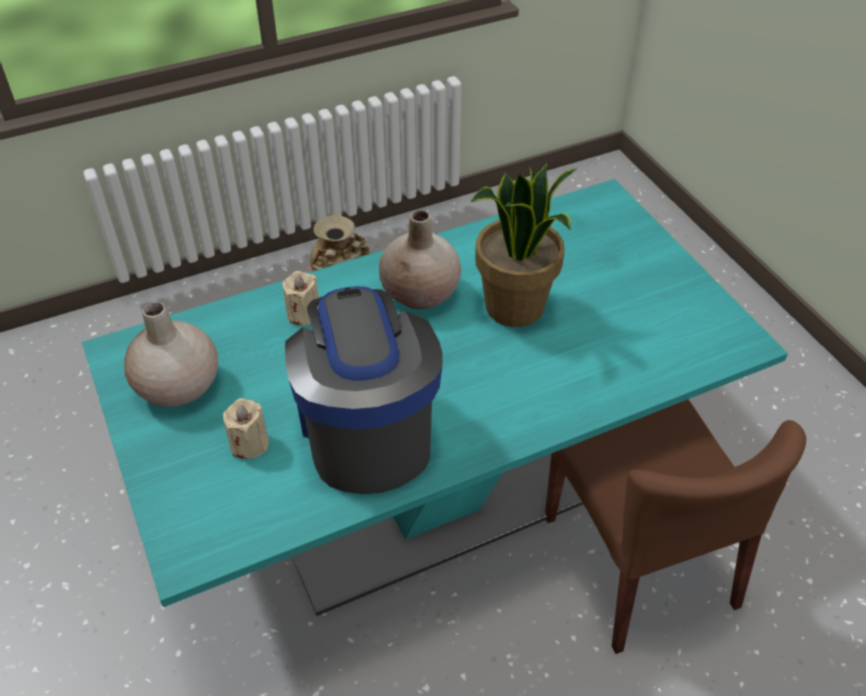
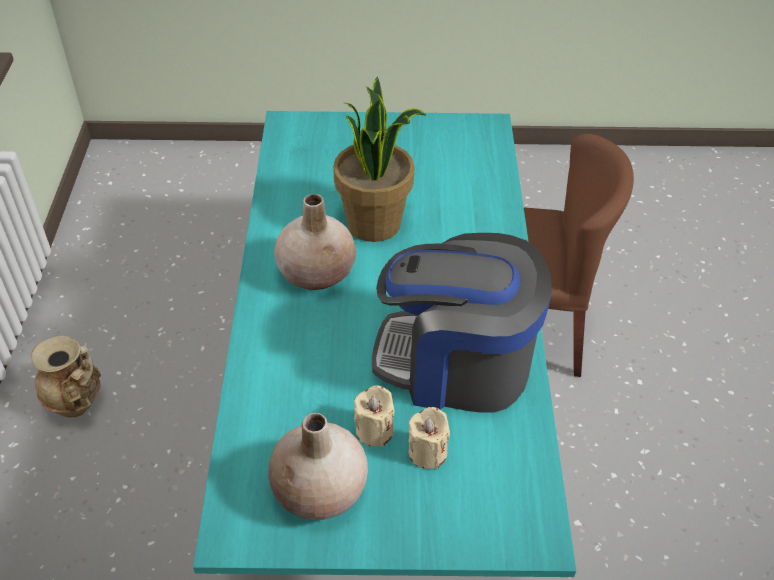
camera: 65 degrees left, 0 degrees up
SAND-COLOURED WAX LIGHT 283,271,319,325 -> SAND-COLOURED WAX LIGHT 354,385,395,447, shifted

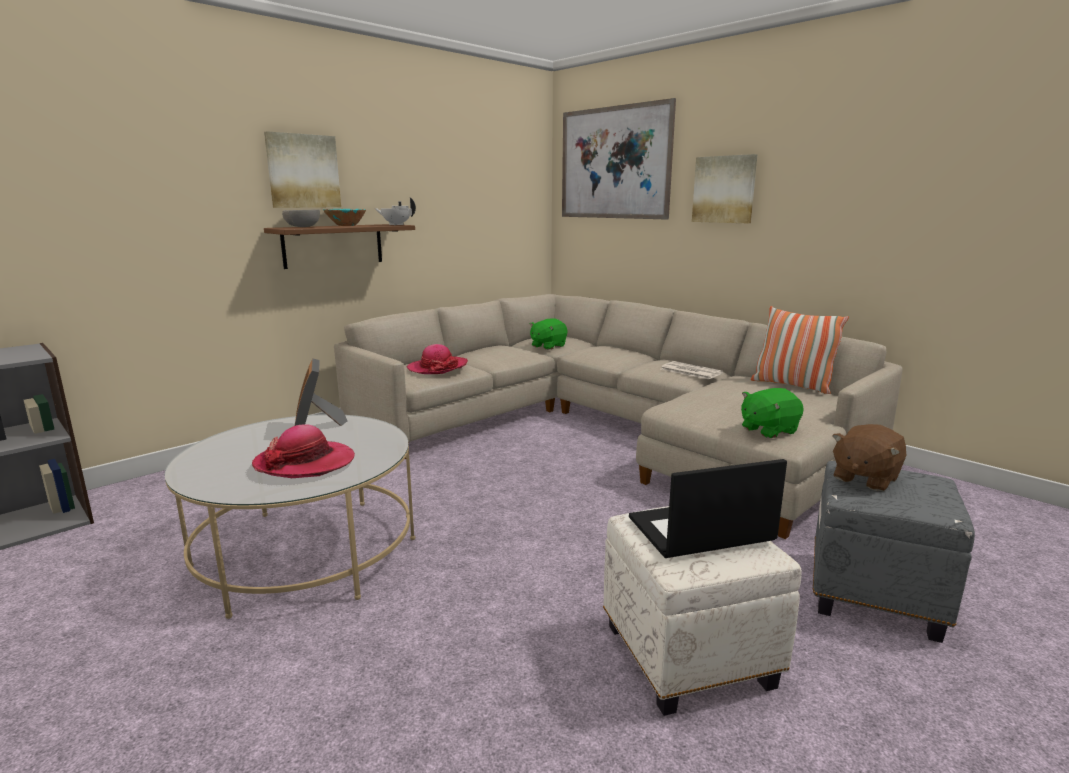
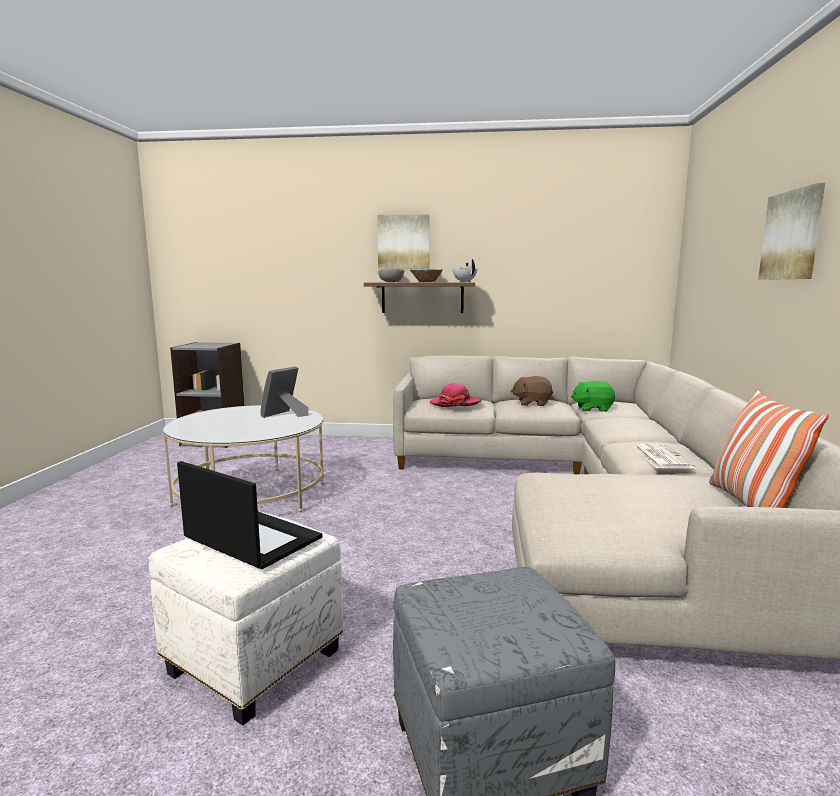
camera: 50 degrees right, 5 degrees down
WALL ART 562,98,676,220 -> none
GREEN PLUSH TOY 741,388,804,438 -> none
CLOTHING HAT 252,424,355,478 -> none
BROWN PLUSH TOY 832,424,906,491 -> BROWN PLUSH TOY 511,376,553,406, shifted

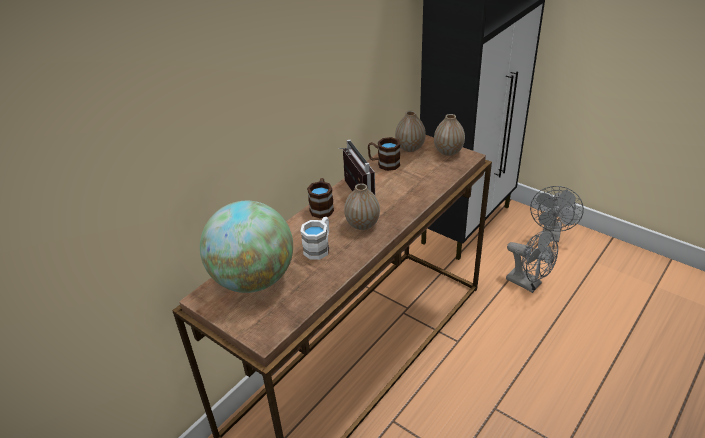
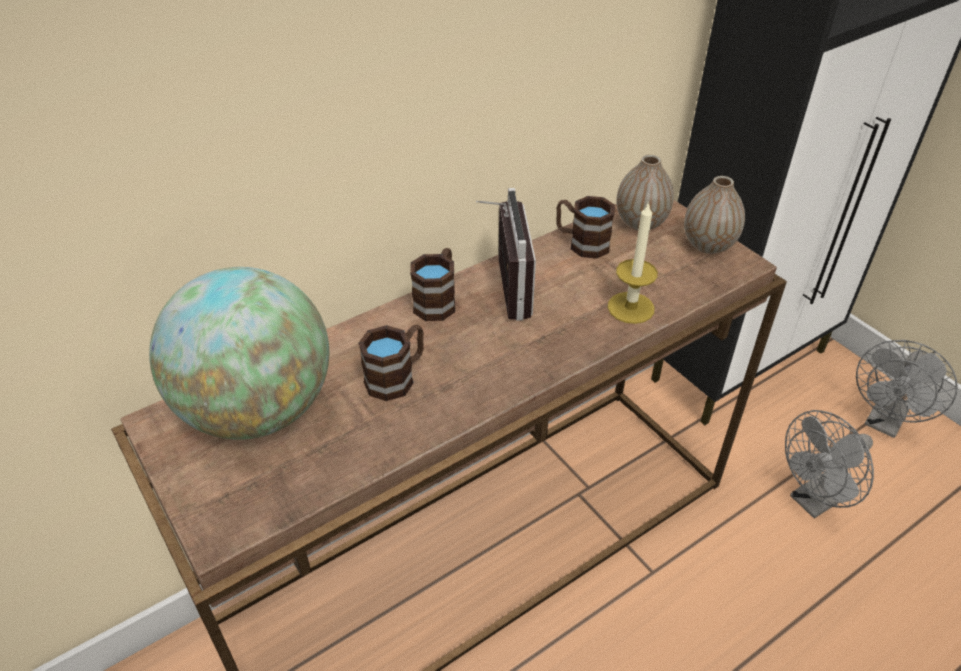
camera: 15 degrees right, 5 degrees up
FLOWER VASE 344,183,380,230 -> none
WHITE TEA MUG 300,217,329,260 -> BROWN TEA MUG 358,324,424,401
GREY ELECTRIC FAN 506,229,558,293 -> GREY ELECTRIC FAN 785,410,874,518, 90 degrees clockwise
none -> WAX LIGHT 608,202,658,324

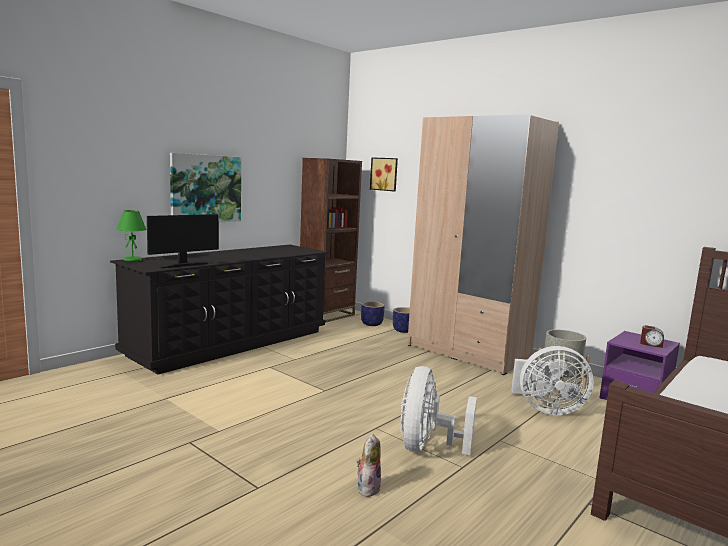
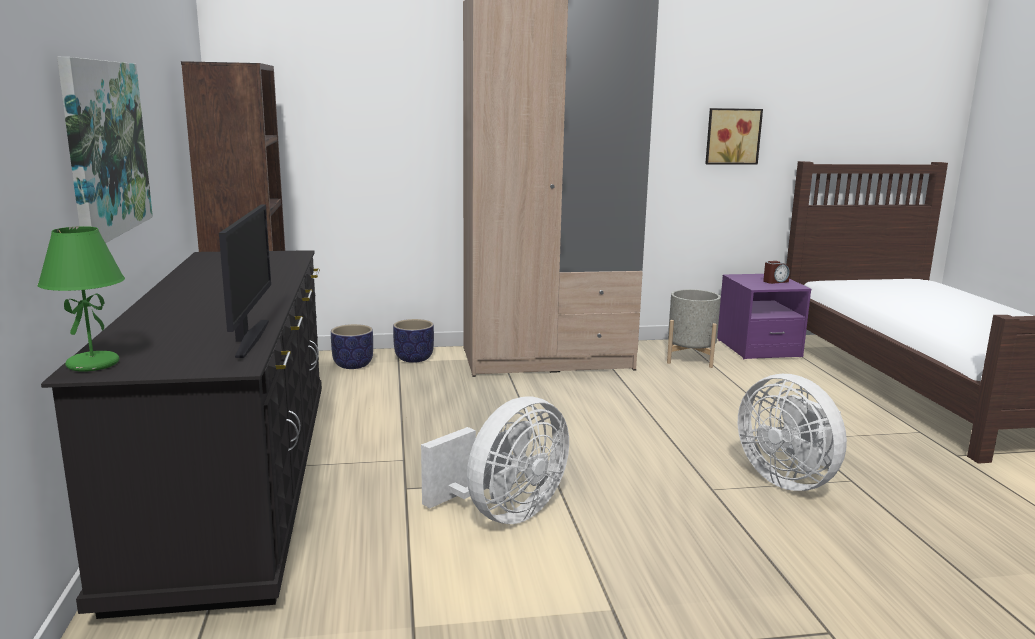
camera: 50 degrees left, 5 degrees up
WALL ART 370,157,398,192 -> WALL ART 705,108,763,165, shifted
WHITE ELECTRIC FAN 511,346,594,415 -> WHITE ELECTRIC FAN 421,397,569,524, shifted
PLUSH TOY 356,434,381,497 -> none

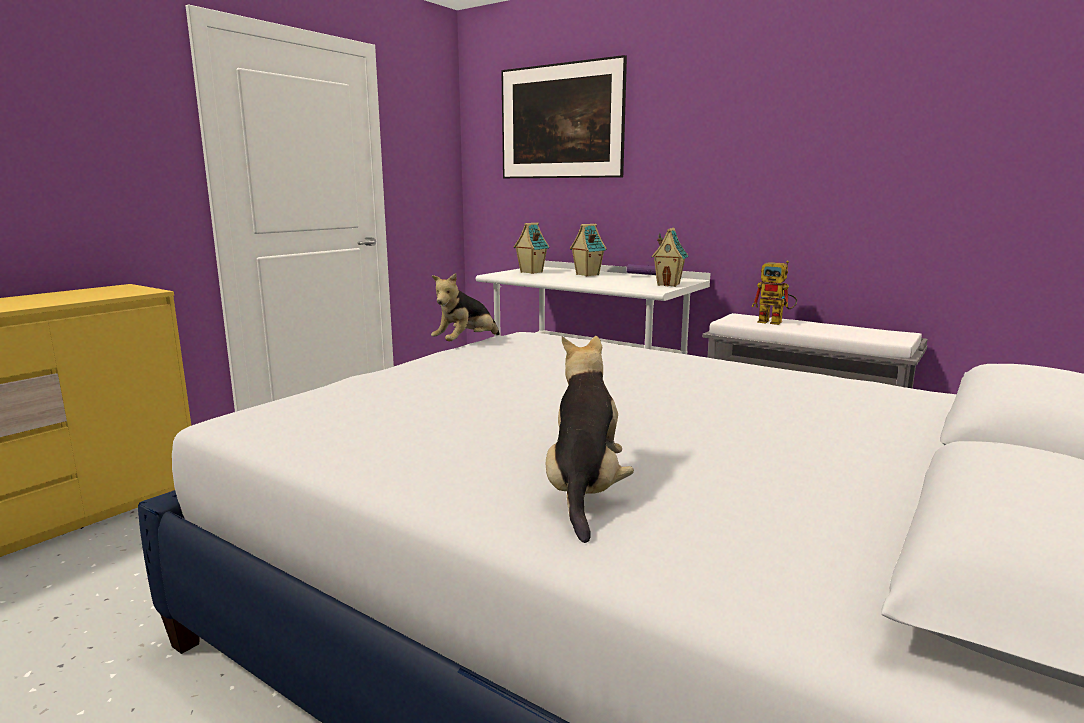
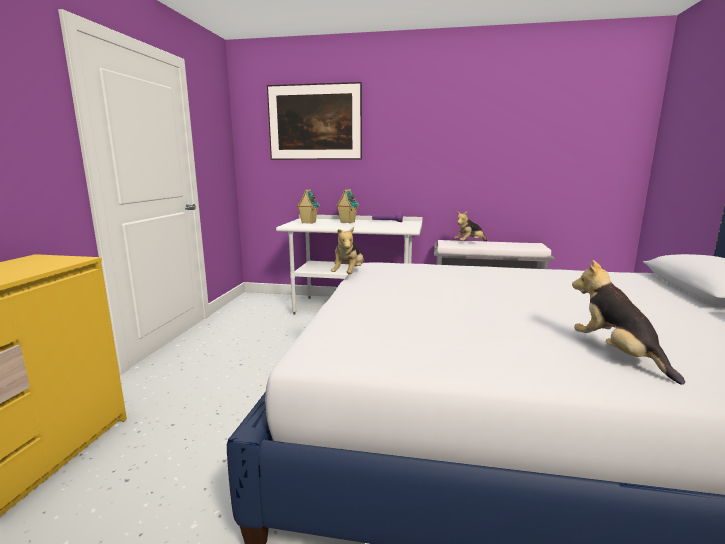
camera: 25 degrees left, 0 degrees up
MINIATURE HOUSE 651,228,689,287 -> none
ROBOT FIGURE 752,261,797,325 -> PLUSH TOY 454,211,487,241

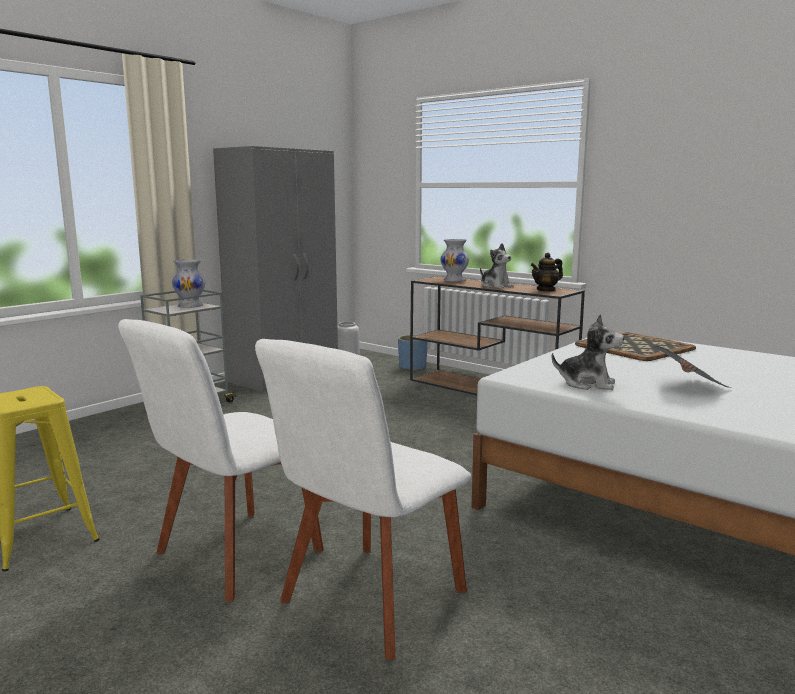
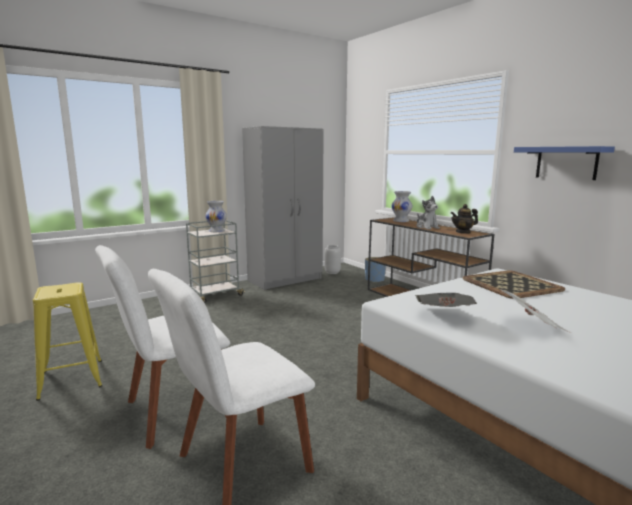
camera: 15 degrees right, 0 degrees up
PLUSH TOY 551,314,624,390 -> DAILY PAPER 415,293,477,307
none -> BLUE WALL SHELF 514,146,615,180

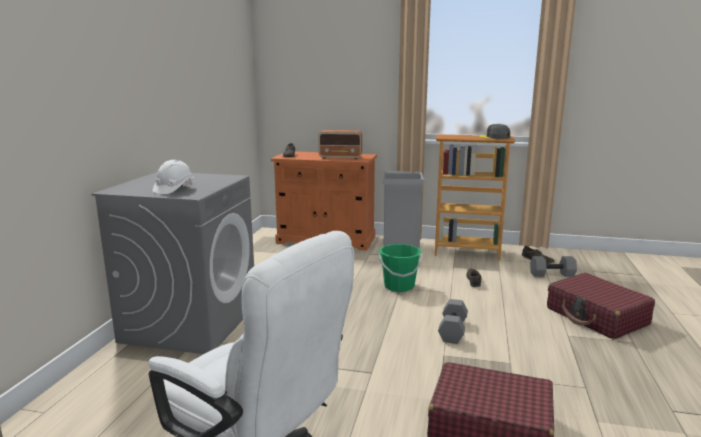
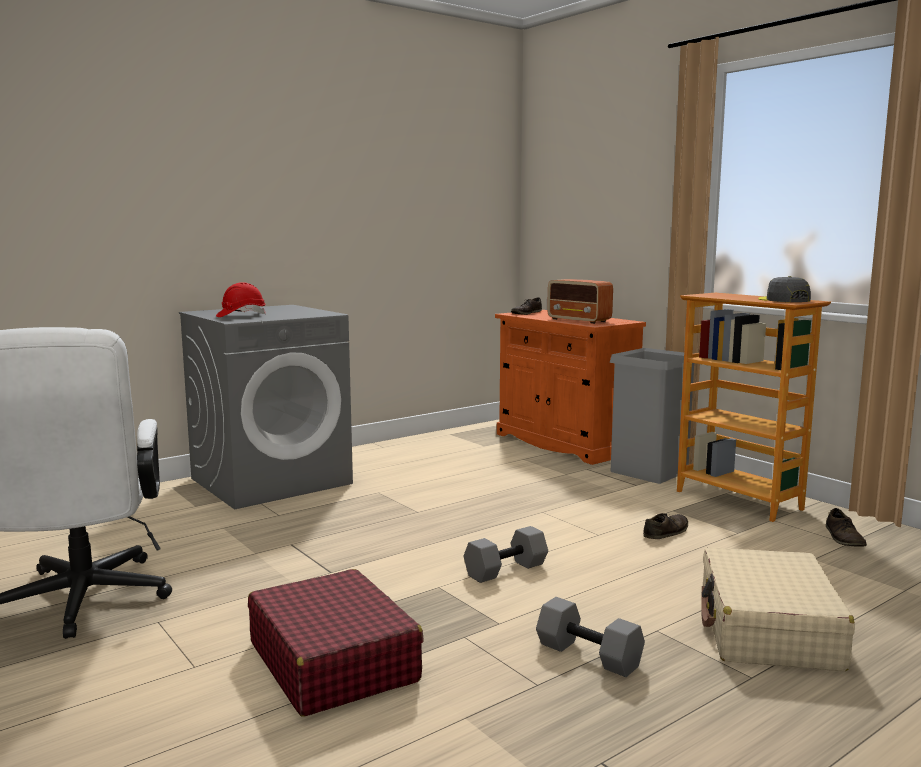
camera: 40 degrees right, 5 degrees down
WHITE SAFETY HELMET 153,160,194,194 -> RED-COLOURED SAFETY HELMET 216,282,266,317
GREEN PAIL 379,244,422,292 -> none
GREY HAND WEIGHT 530,256,577,277 -> GREY HAND WEIGHT 536,597,645,677, shifted
RED-COLOURED TRAVEL CASE 547,273,655,339 -> SAND-COLOURED TRAVEL CASE 701,547,855,671

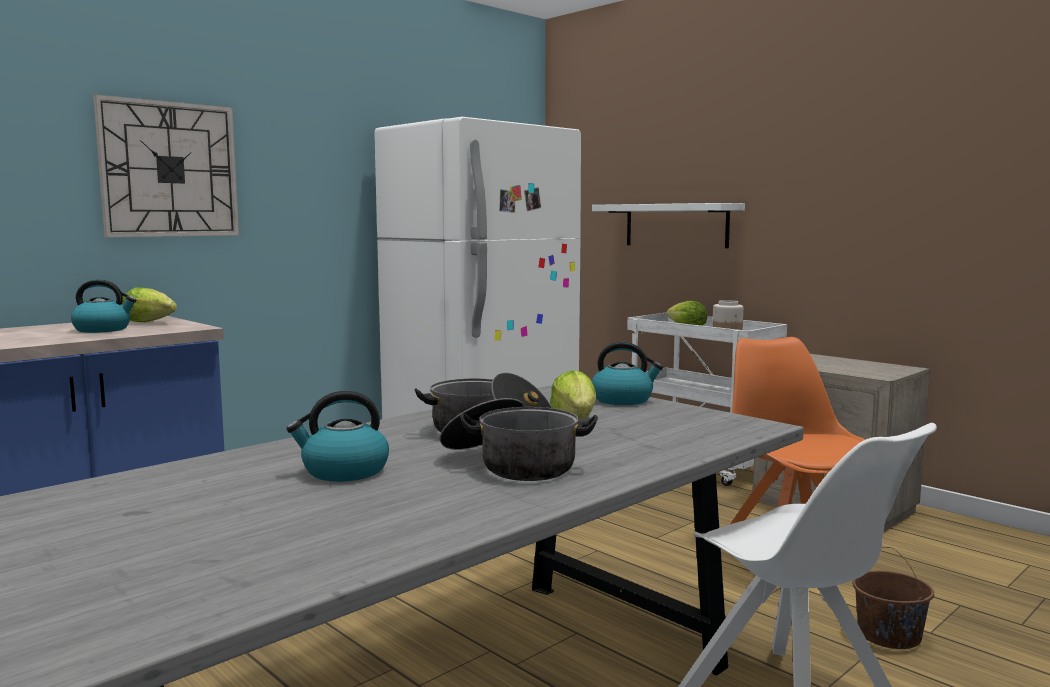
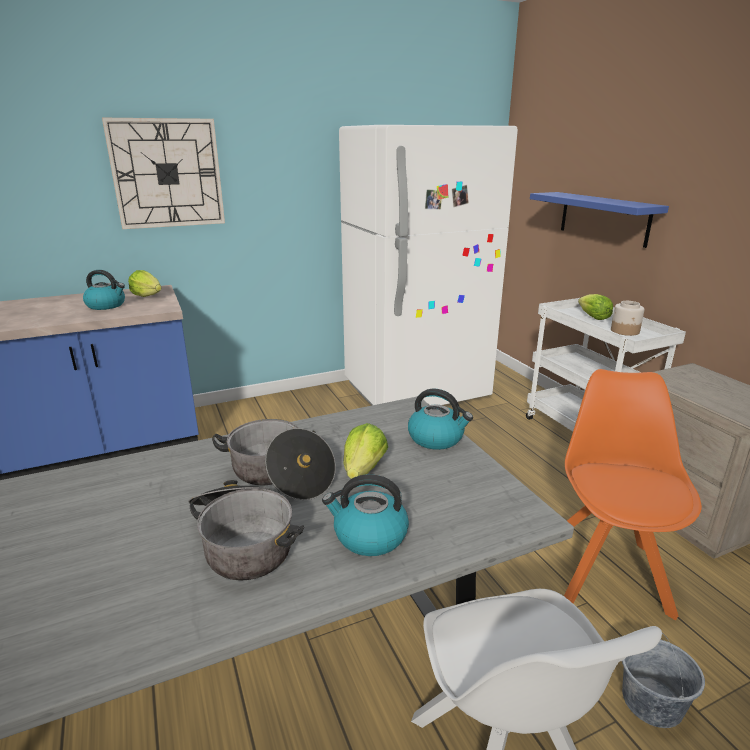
camera: 20 degrees right, 15 degrees up
WHITE WALL SHELF 592,203,745,248 -> BLUE WALL SHELF 530,192,669,248
KETTLE 286,391,389,482 -> KETTLE 322,474,409,556, shifted
BROWN PAIL 852,547,934,649 -> GREY PAIL 622,633,705,728

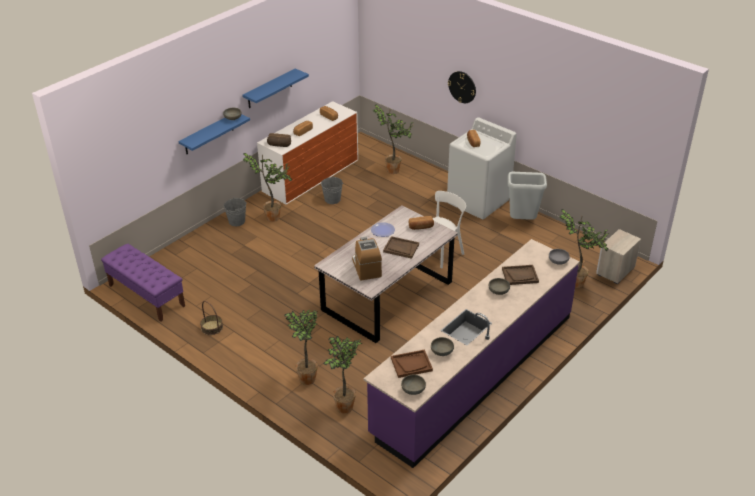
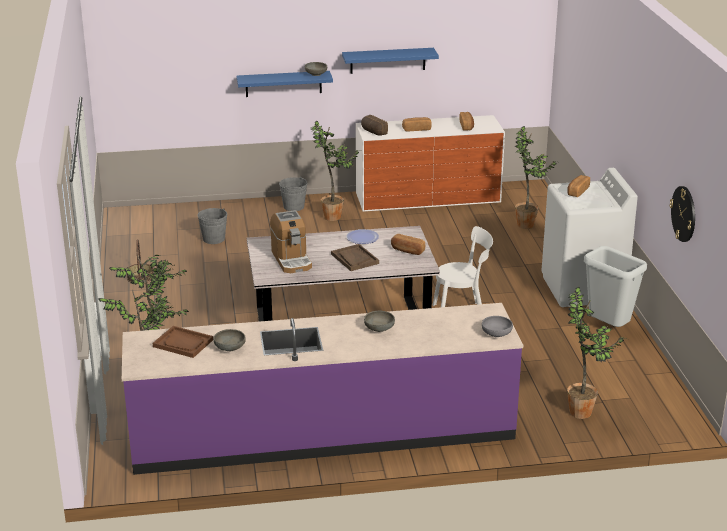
camera: 40 degrees right, 10 degrees down
HANGING CLOCK 448,71,476,103 -> HANGING CLOCK 670,186,695,242, shifted
GREY PAIL 321,176,343,204 -> GREY PAIL 197,208,227,244, shifted
NIGHT TABLE 596,229,641,284 -> none
COFFEE BREWER 352,237,382,281 -> COFFEE BREWER 270,210,312,273, 135 degrees clockwise
PURPLE BENCH 101,244,185,322 -> none
BROWN SERVING TRAY 502,265,539,285 -> none
GREY DEEP DISH 401,375,426,395 -> none

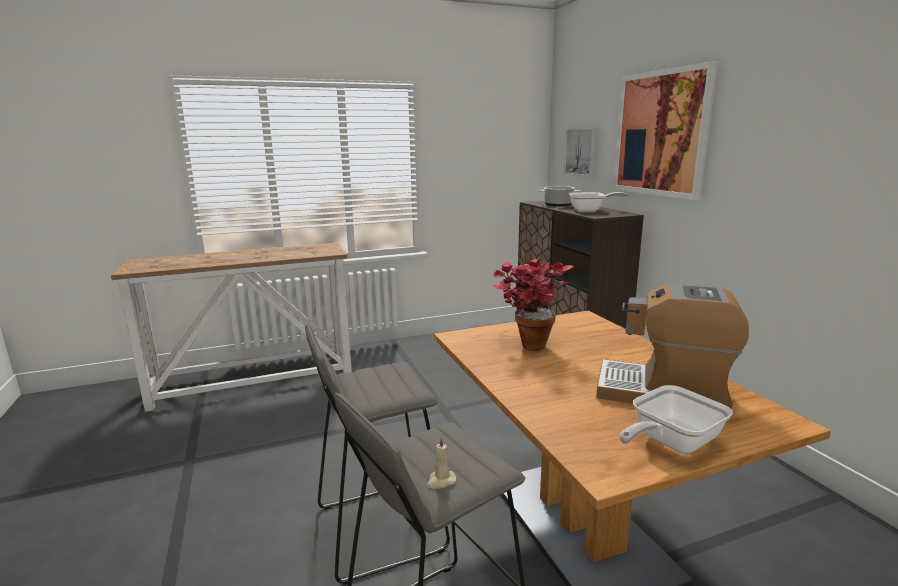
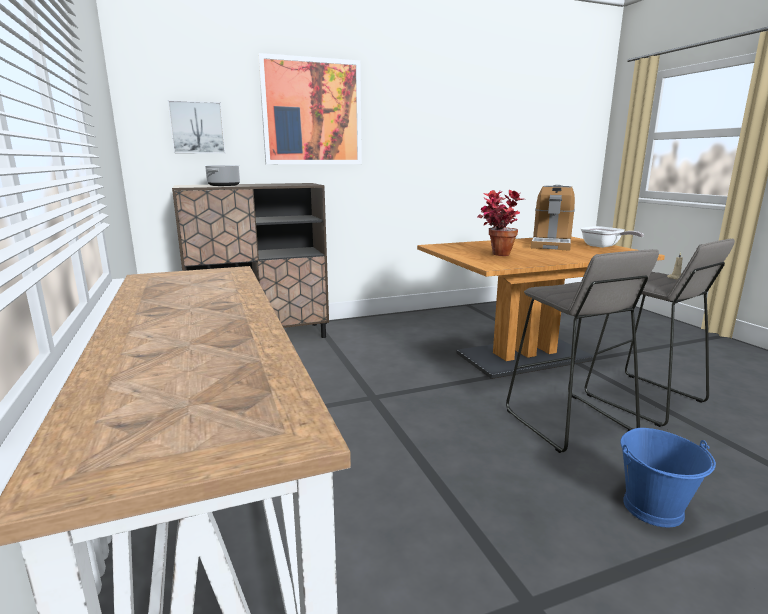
camera: 90 degrees left, 0 degrees up
FRYING PAN 569,192,627,212 -> none
none -> BLUE PAIL 620,428,716,528

